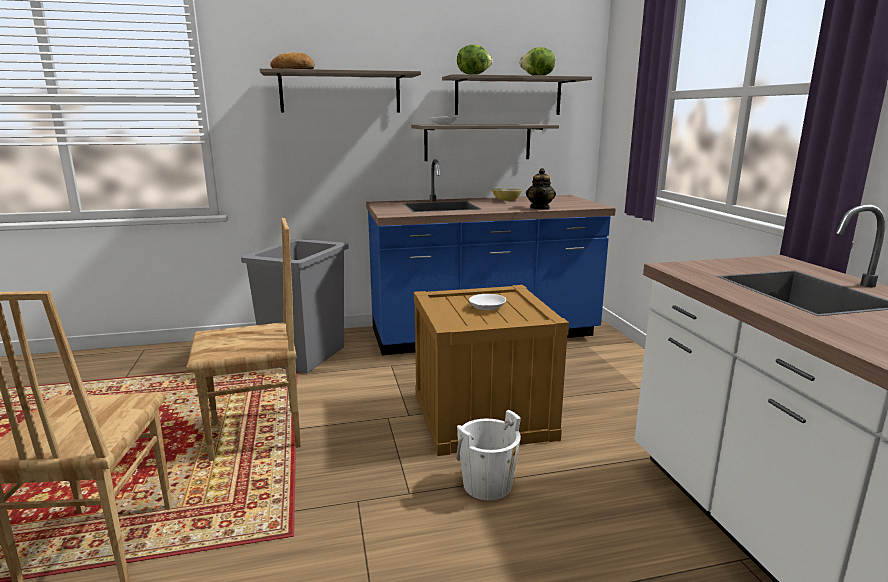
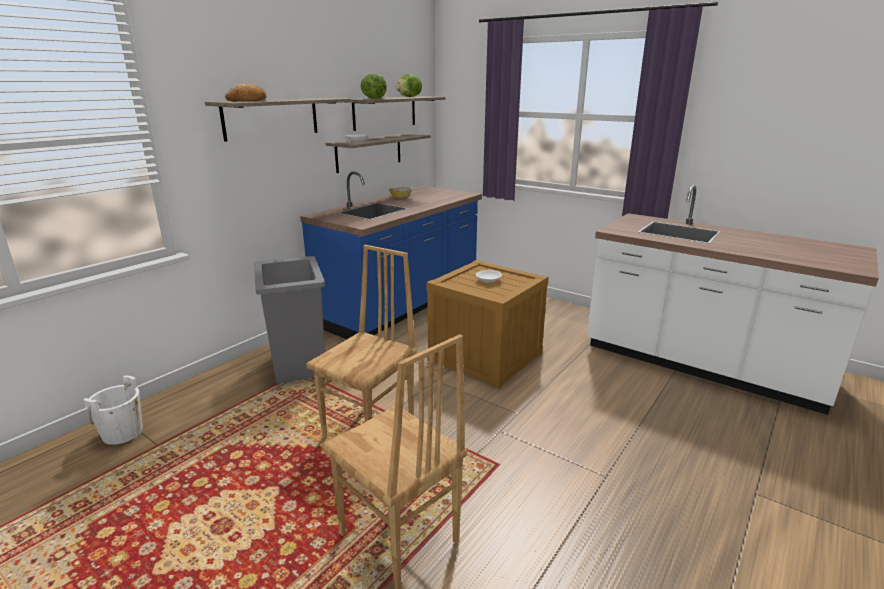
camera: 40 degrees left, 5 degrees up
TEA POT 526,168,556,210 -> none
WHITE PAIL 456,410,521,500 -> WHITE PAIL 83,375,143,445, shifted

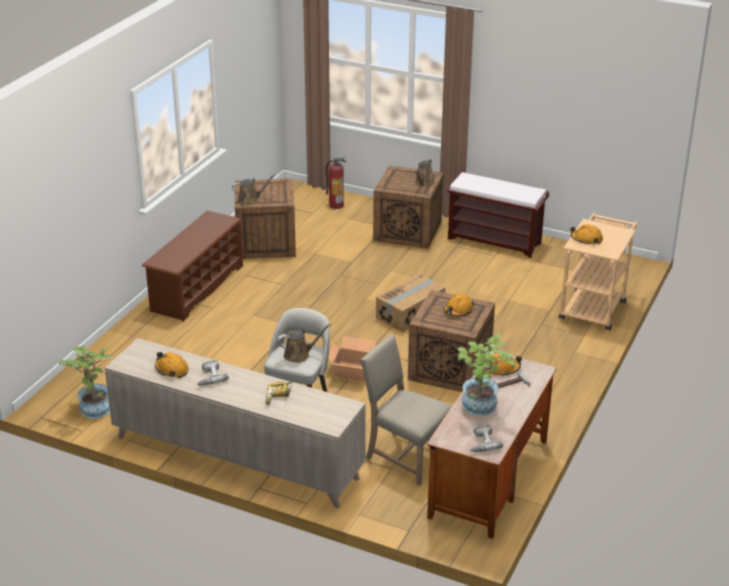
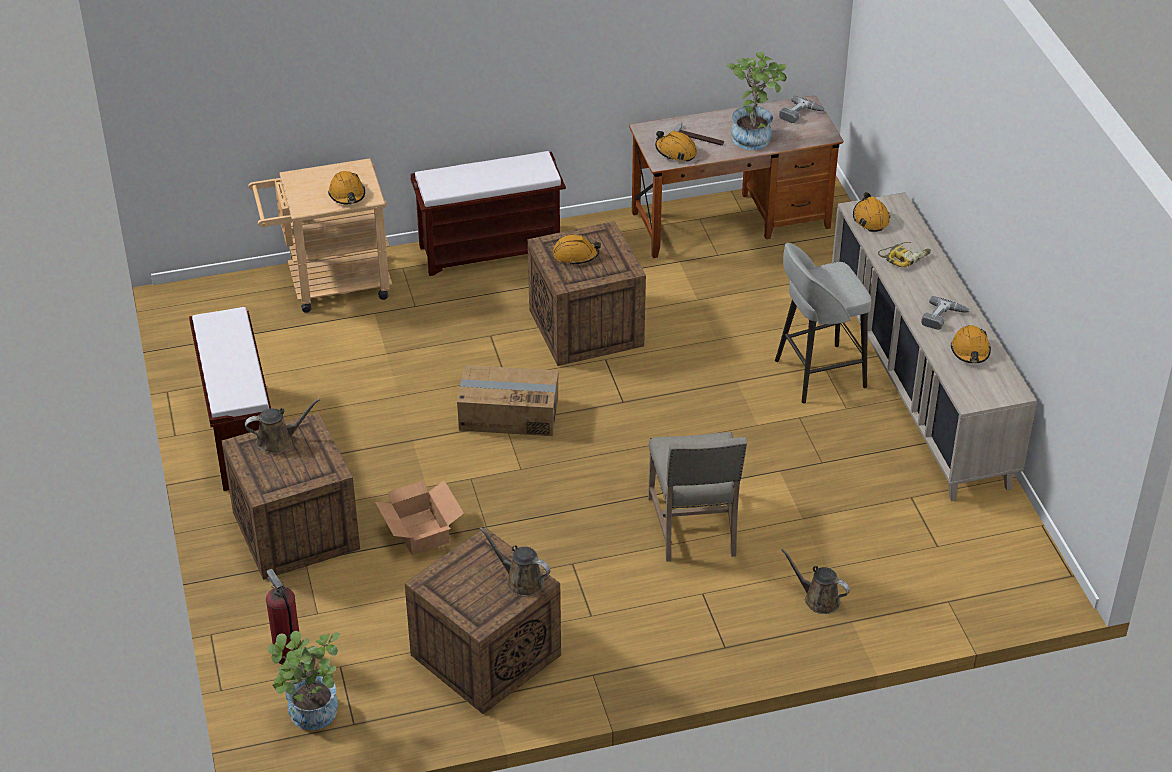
camera: 130 degrees left, 10 degrees up
BROWN SHOE SHELF 142,211,243,322 -> none
BROWN WATERING CAN 277,323,331,363 -> BROWN WATERING CAN 781,548,850,614, shifted
SAND-COLOURED PLAIN CHAIR 360,334,453,486 -> SAND-COLOURED PLAIN CHAIR 648,432,747,562, shifted
PACKING BOX 328,336,376,381 -> PACKING BOX 375,480,464,555, shifted
HOUSEPLANT 59,346,112,419 -> HOUSEPLANT 267,631,340,730, shifted
none -> BROWN BENCH 411,151,566,276
none -> ORANGE-COLOURED SAFETY HELMET 853,192,890,232

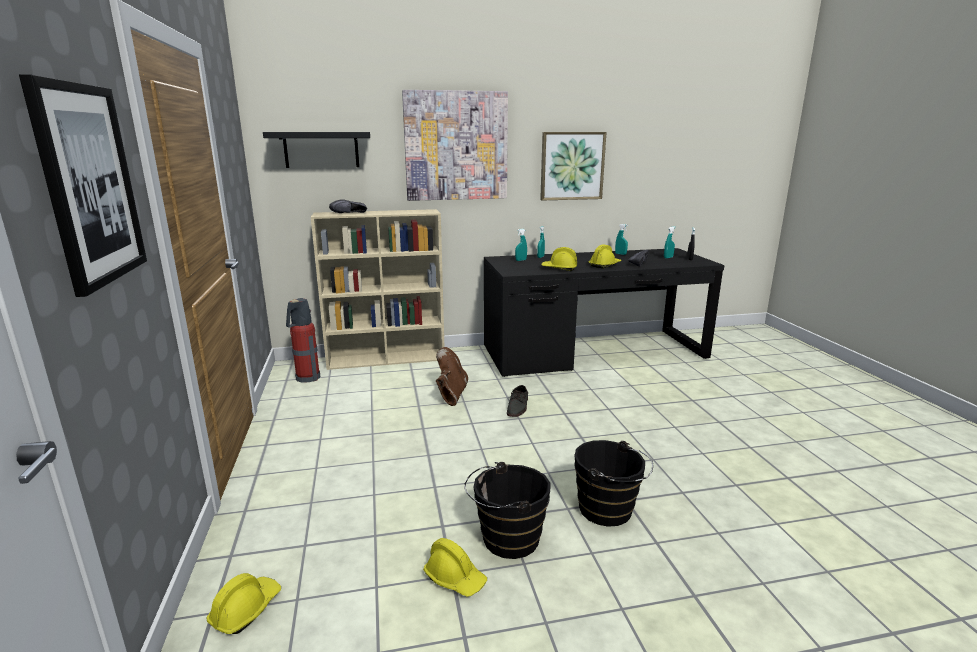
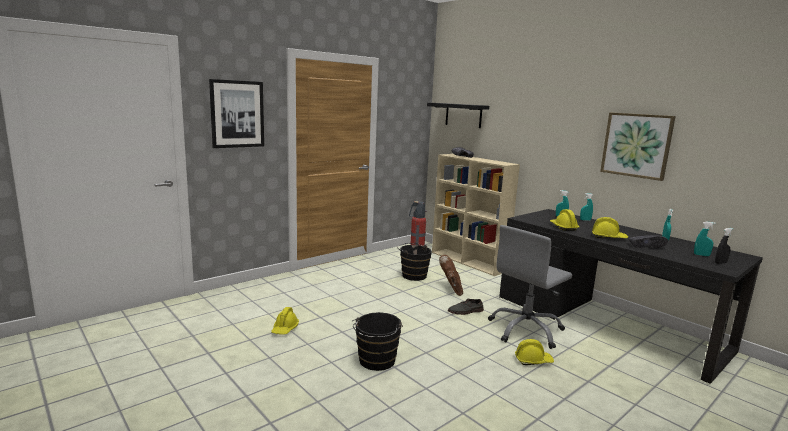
camera: 60 degrees right, 5 degrees down
WALL ART 402,90,508,201 -> none
BROWN BOOT 436,347,468,406 -> BROWN BOOT 439,255,463,296, 75 degrees counterclockwise
BLACK PAIL 464,462,551,559 -> BLACK PAIL 397,243,432,281, shifted
YELLOWISH SAFETY HELMET 207,573,281,634 -> YELLOWISH SAFETY HELMET 515,339,554,365, shifted
none -> GREY COMPUTER CHAIR 488,225,572,349

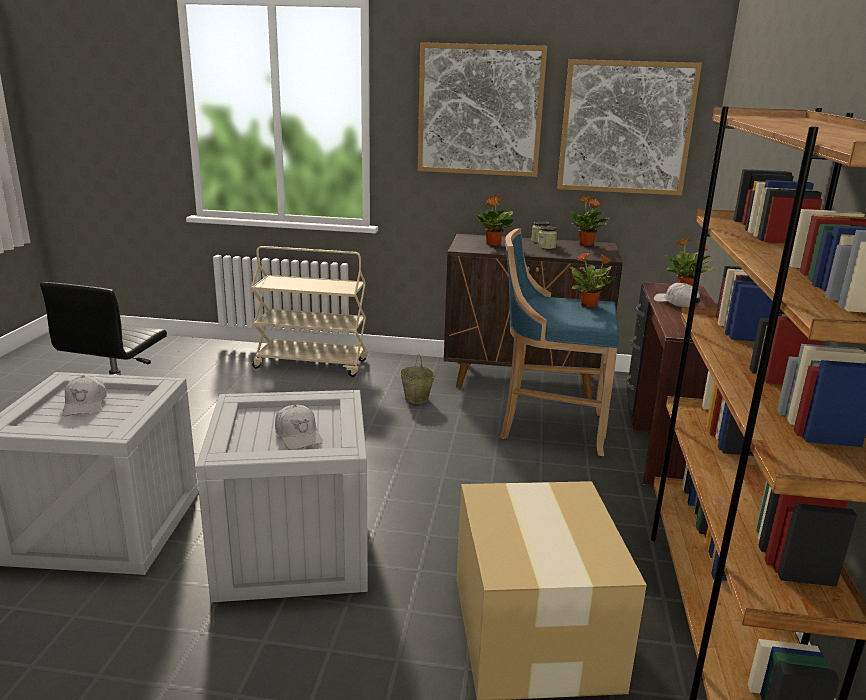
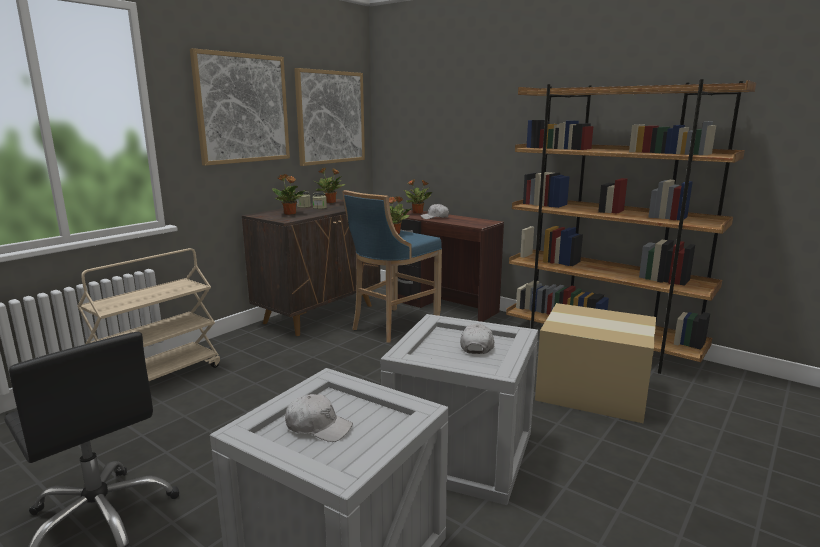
camera: 60 degrees left, 5 degrees down
SAND-COLOURED PAIL 400,354,435,404 -> none
WHITE PEAKED CAP 275,405,323,450 -> WHITE PEAKED CAP 460,324,494,354, 75 degrees counterclockwise

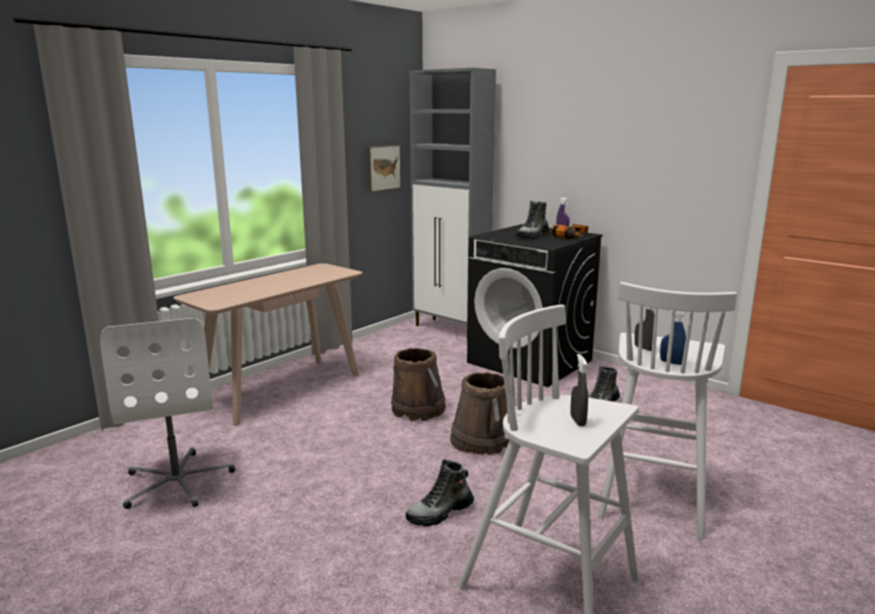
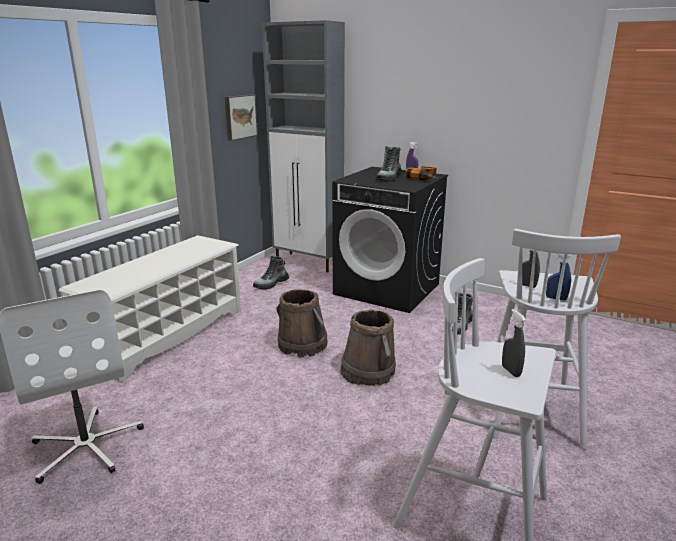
camera: 10 degrees left, 5 degrees up
SAND-COLOURED CONSOLE TABLE 173,263,362,426 -> WHITE SHOE SHELF 58,235,241,382
BOOT 405,459,474,526 -> BOOT 253,256,289,290, shifted

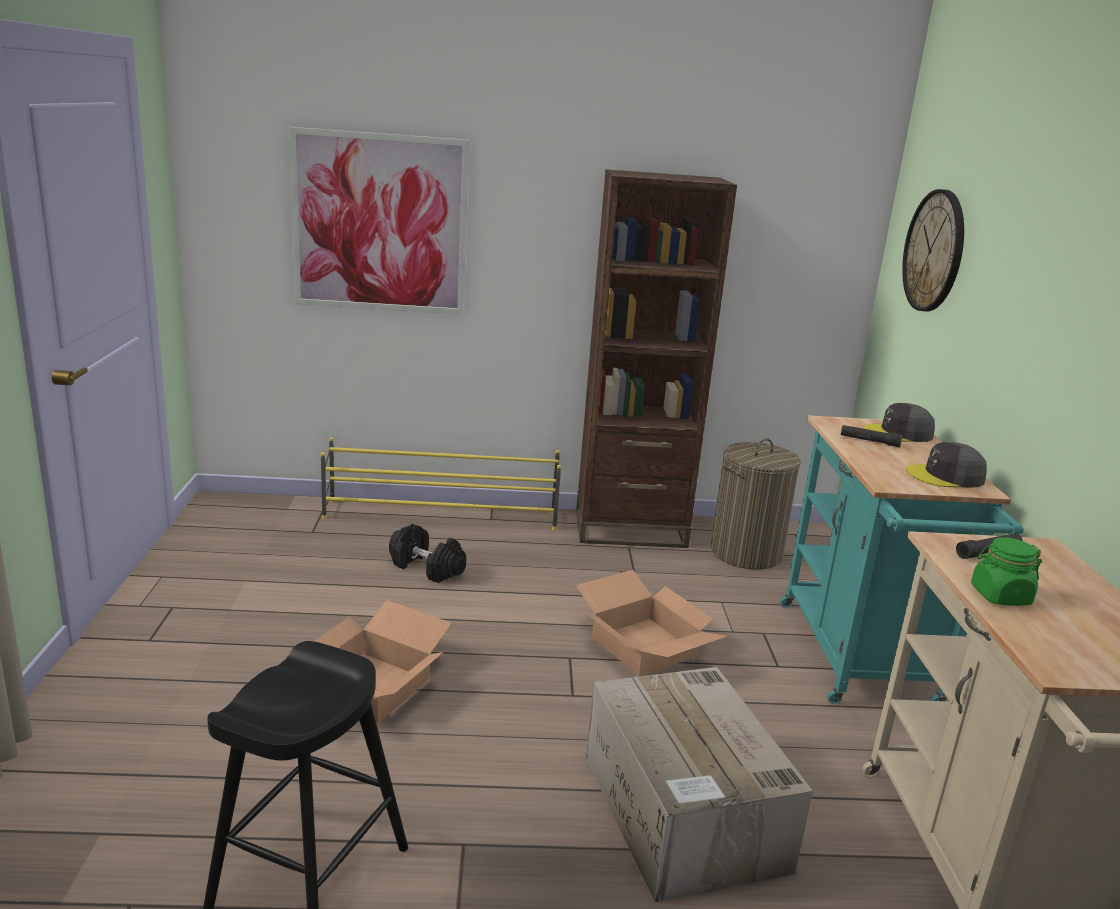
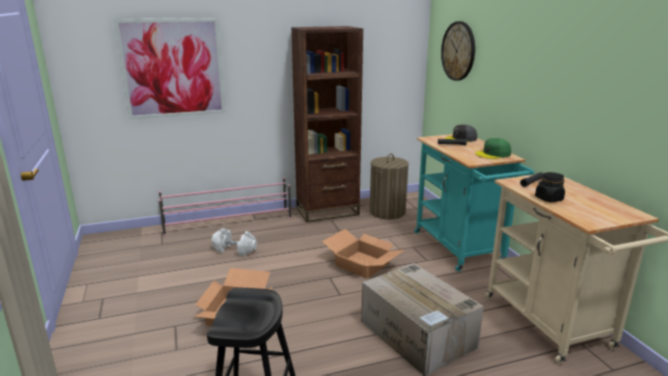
camera: 15 degrees left, 0 degrees up
YELLOWISH SHOE SHELF 321,438,561,530 -> PINK-COLOURED SHOE SHELF 159,177,292,236
GREY PEAKED CAP 906,442,987,488 -> GREEN PEAKED CAP 475,138,511,159
BLACK HAND WEIGHT 389,524,466,583 -> WHITE HAND WEIGHT 212,228,257,256
GREEN STORAGE JAR 971,537,1042,606 -> BLACK STORAGE JAR 535,172,565,202

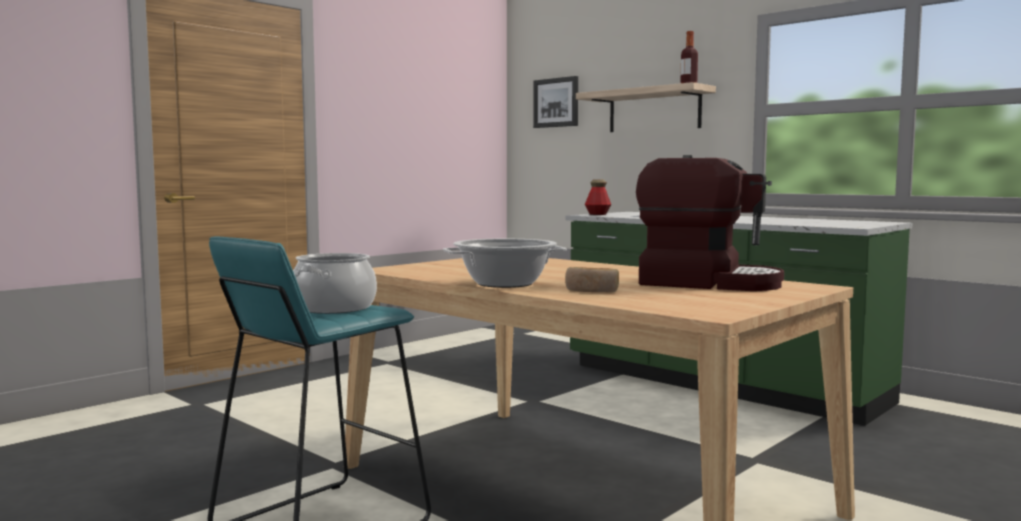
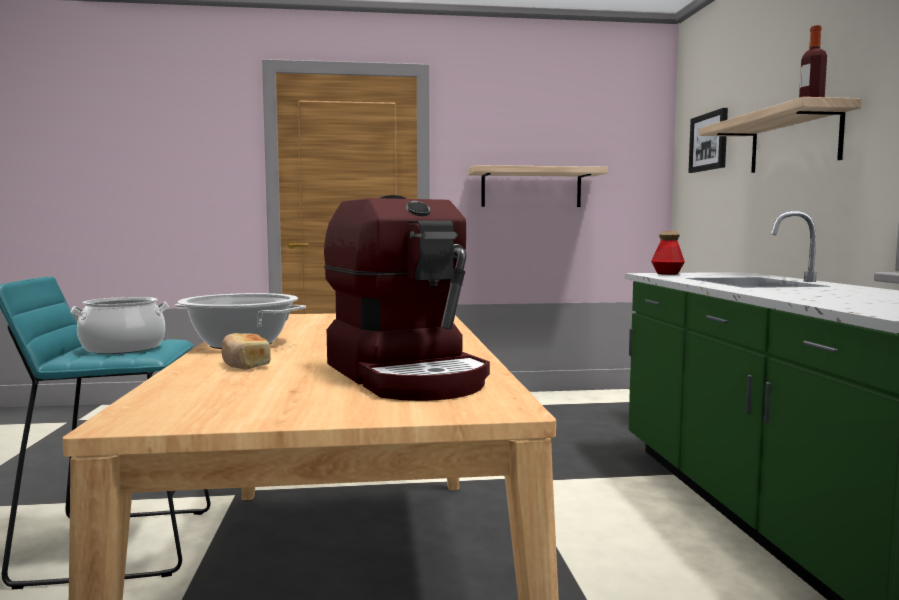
camera: 40 degrees right, 0 degrees up
none -> WALL SHELF 468,165,608,207

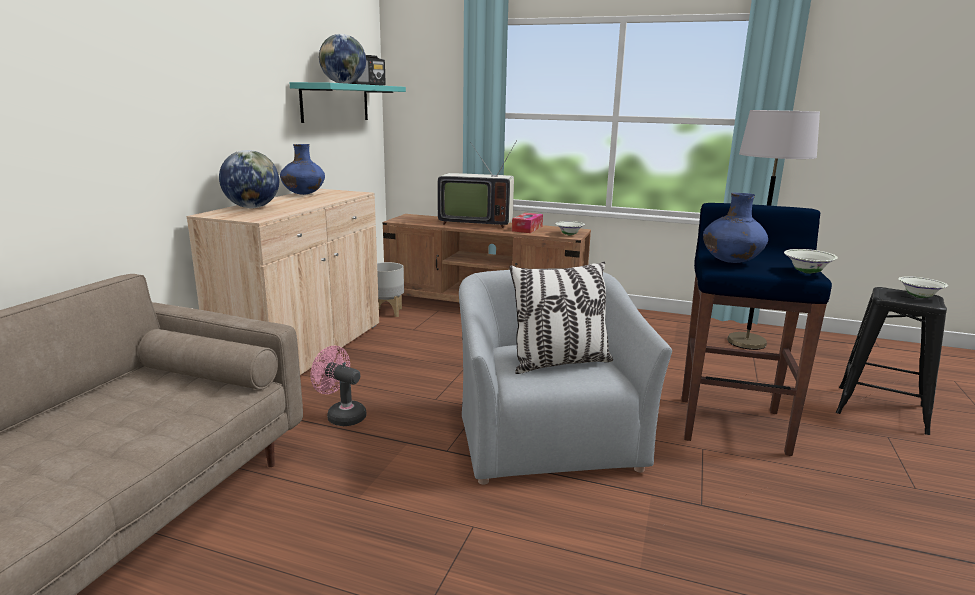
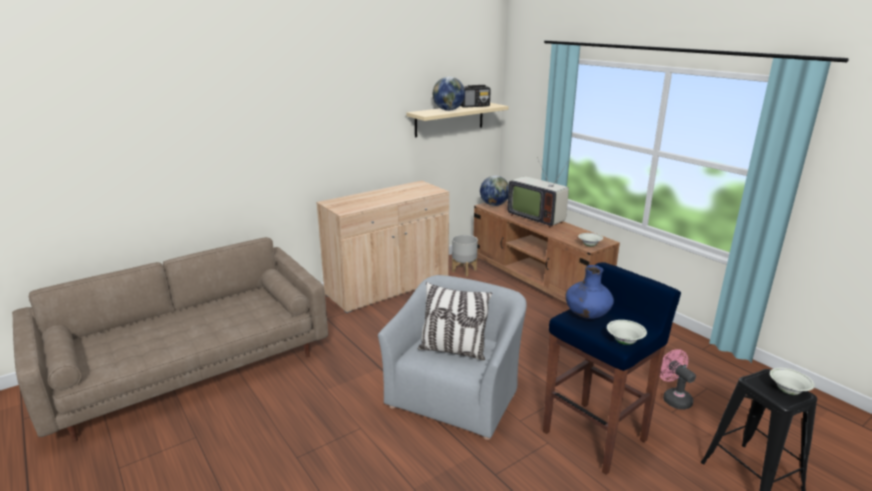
camera: 35 degrees right, 5 degrees up
TURQUOISE WALL SHELF 289,82,406,123 -> SAND-COLOURED WALL SHELF 406,103,509,138
GREY FLOOR LAMP 727,110,820,350 -> none
BLUE FLOWER VASE 280,144,325,195 -> none
WORLD GLOBE 219,150,279,208 -> WORLD GLOBE 480,176,509,206, shifted
BOX OF TISSUES 512,213,543,233 -> none
PINK-COLOURED ELECTRIC FAN 310,346,366,426 -> PINK-COLOURED ELECTRIC FAN 660,349,696,410, shifted

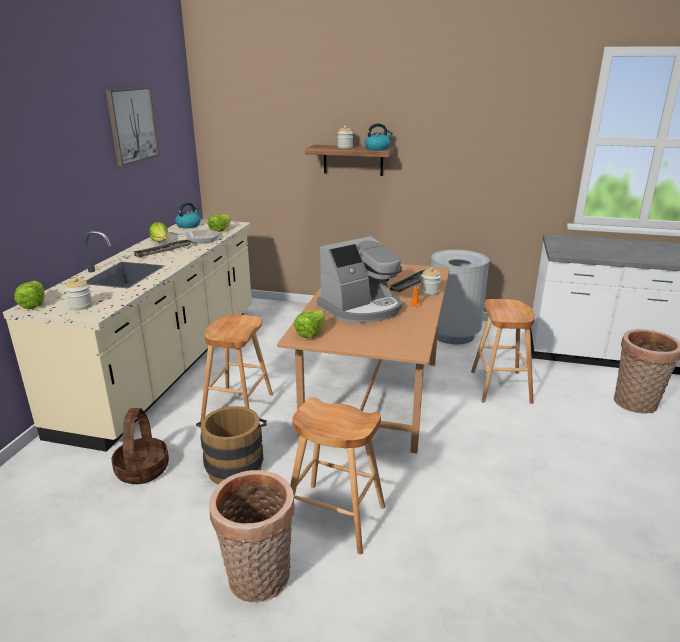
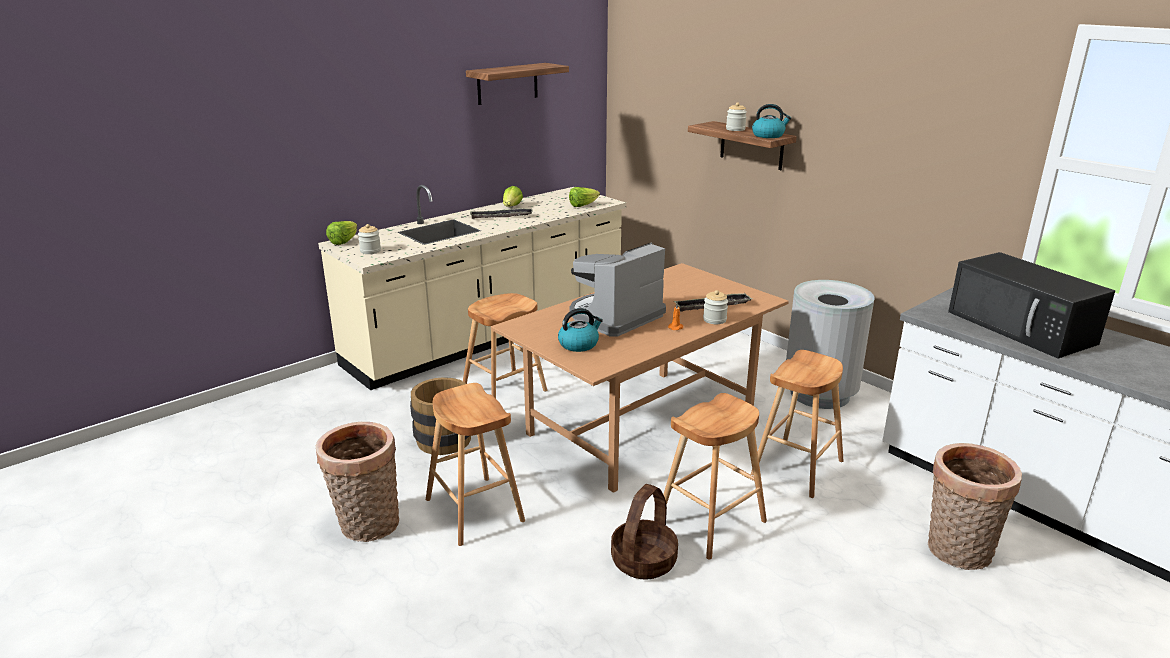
camera: 35 degrees right, 0 degrees up
WALL ART 106,87,159,166 -> WALL SHELF 466,63,569,105
KETTLE 175,202,201,228 -> KETTLE 558,308,603,352, shifted
FRYING PAN 169,230,221,244 -> none
COFFEE BREWER 317,236,402,323 -> COFFEE BREWER 569,243,666,337, 135 degrees clockwise
LETTUCE HEAD 294,310,325,338 -> none
BASKET 111,408,169,484 -> BASKET 611,484,678,580, shifted
none -> BLACK MICROWAVE 948,252,1115,359
none -> BROWN STOOL 663,393,767,560

